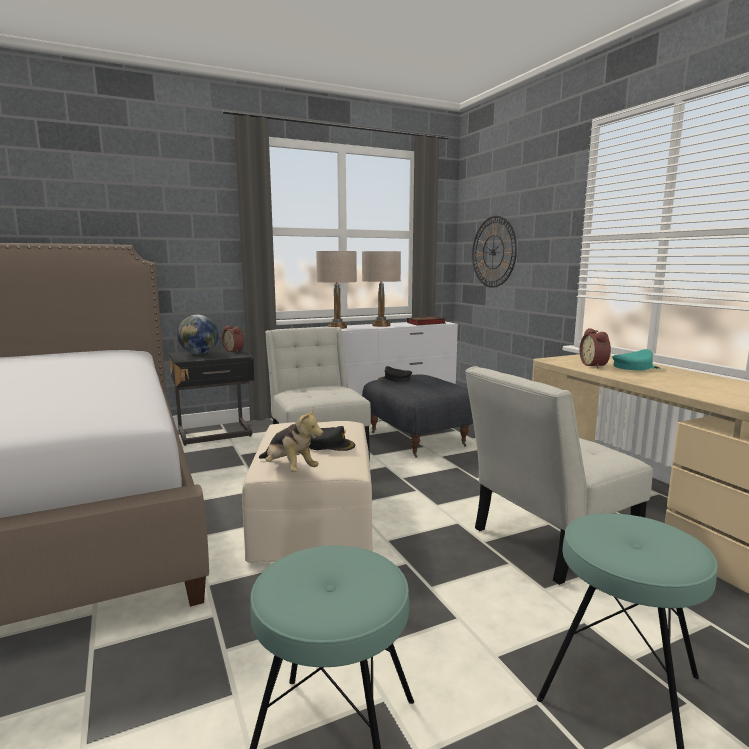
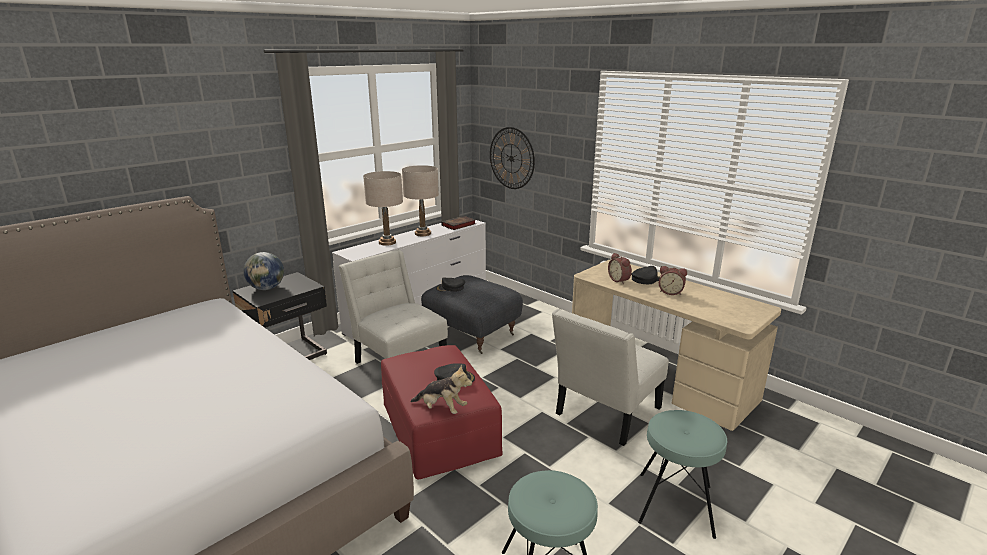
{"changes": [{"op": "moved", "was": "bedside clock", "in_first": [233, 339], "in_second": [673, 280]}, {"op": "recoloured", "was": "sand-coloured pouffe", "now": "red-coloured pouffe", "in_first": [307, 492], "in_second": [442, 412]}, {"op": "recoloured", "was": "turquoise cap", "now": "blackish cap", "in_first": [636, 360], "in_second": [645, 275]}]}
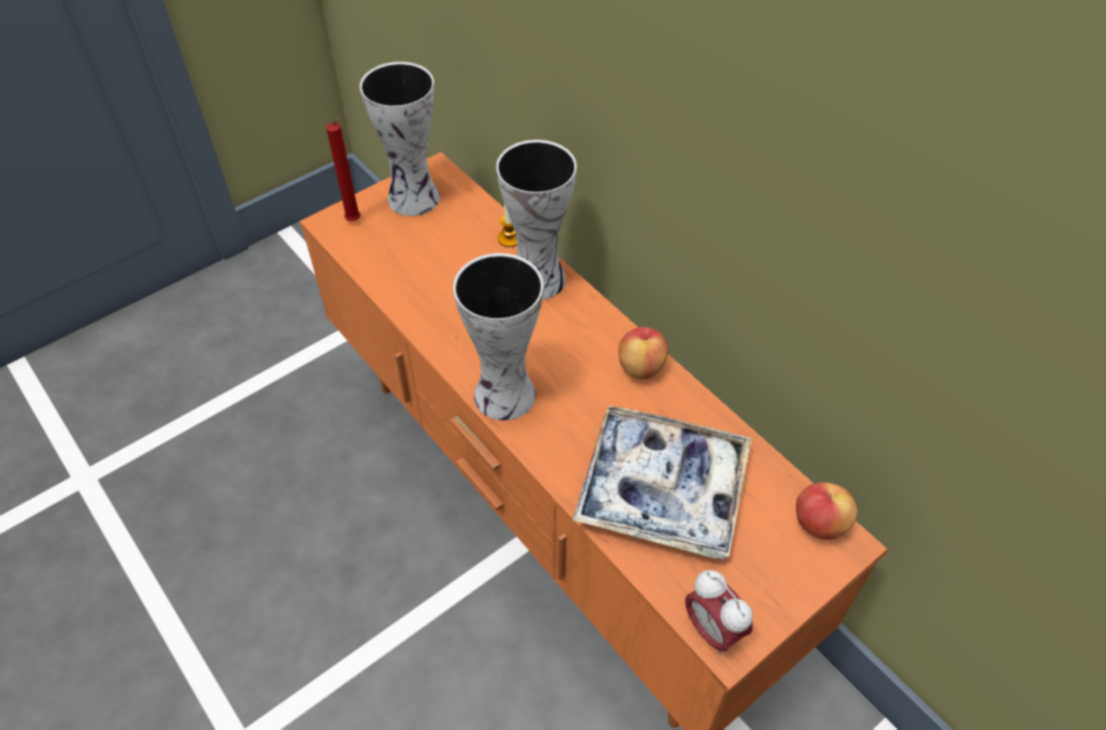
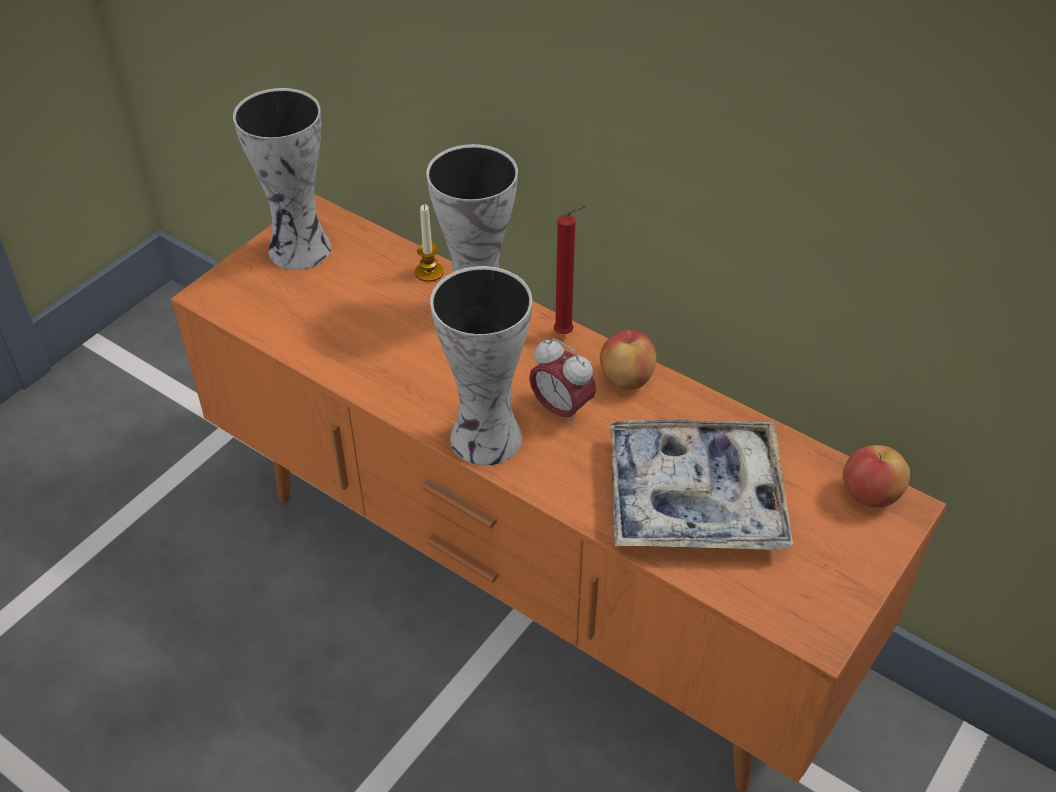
{"changes": [{"op": "moved", "was": "red-coloured wax light", "in_first": [343, 169], "in_second": [570, 270]}, {"op": "moved", "was": "bedside clock", "in_first": [719, 613], "in_second": [562, 382]}]}
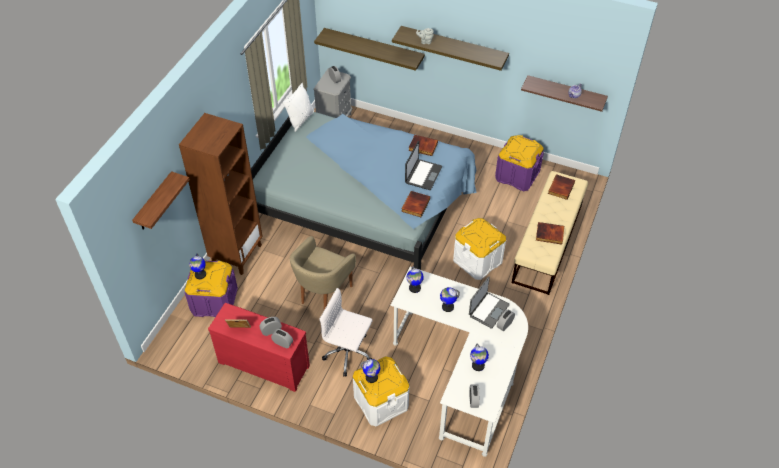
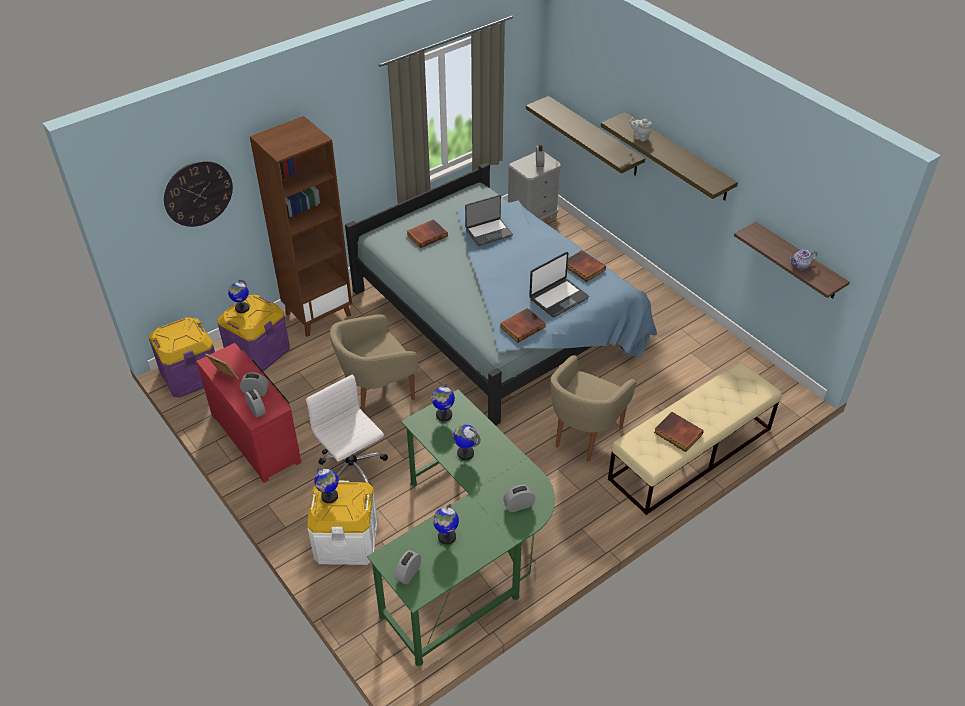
{"changes": [{"op": "removed", "was": "whitish pillow", "in_first": [298, 107]}, {"op": "moved", "was": "portable computer", "in_first": [489, 302], "in_second": [489, 220]}, {"op": "moved", "was": "purplish storage box", "in_first": [519, 163], "in_second": [182, 357]}, {"op": "moved", "was": "book", "in_first": [561, 187], "in_second": [427, 233]}, {"op": "replaced", "was": "bracket shelf", "now": "hanging clock", "in_first": [161, 200], "in_second": [198, 194]}, {"op": "replaced", "was": "whitish storage box", "now": "sand-coloured armchair", "in_first": [479, 249], "in_second": [593, 408]}, {"op": "recoloured", "was": "whitish desk table", "now": "greenish desk table", "in_first": [459, 362], "in_second": [461, 527]}]}
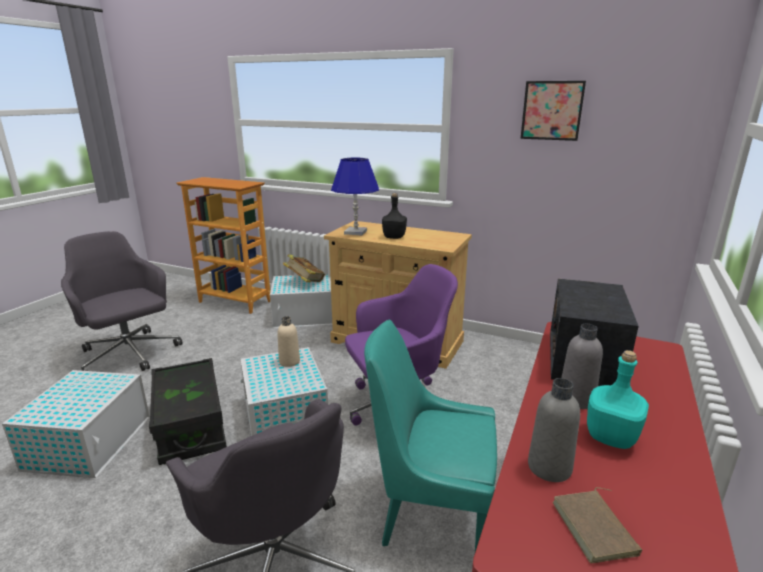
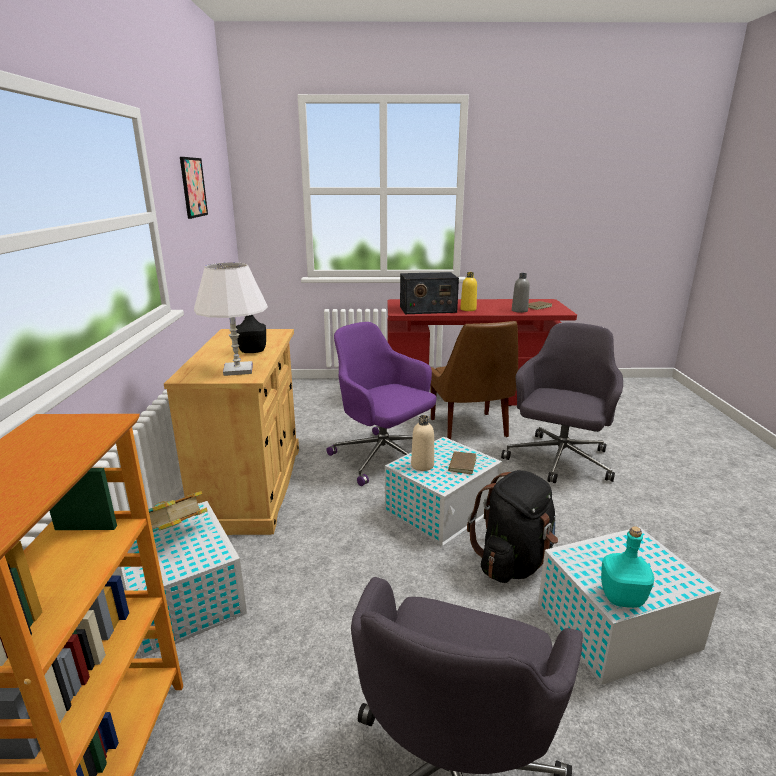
{"changes": [{"op": "added", "now": "brownish book", "in_second": [459, 462]}, {"op": "moved", "was": "turquoise drink bottle", "in_first": [618, 399], "in_second": [627, 567]}, {"op": "replaced", "was": "blackish storage box", "now": "blackish backpack", "in_first": [188, 411], "in_second": [512, 526]}, {"op": "recoloured", "was": "blue-coloured table lamp", "now": "whitish table lamp", "in_first": [355, 196], "in_second": [231, 319]}, {"op": "recoloured", "was": "turquoise chair", "now": "brownish chair", "in_first": [430, 436], "in_second": [474, 380]}, {"op": "recoloured", "was": "grey drink bottle", "now": "yellowish drink bottle", "in_first": [582, 366], "in_second": [468, 291]}]}
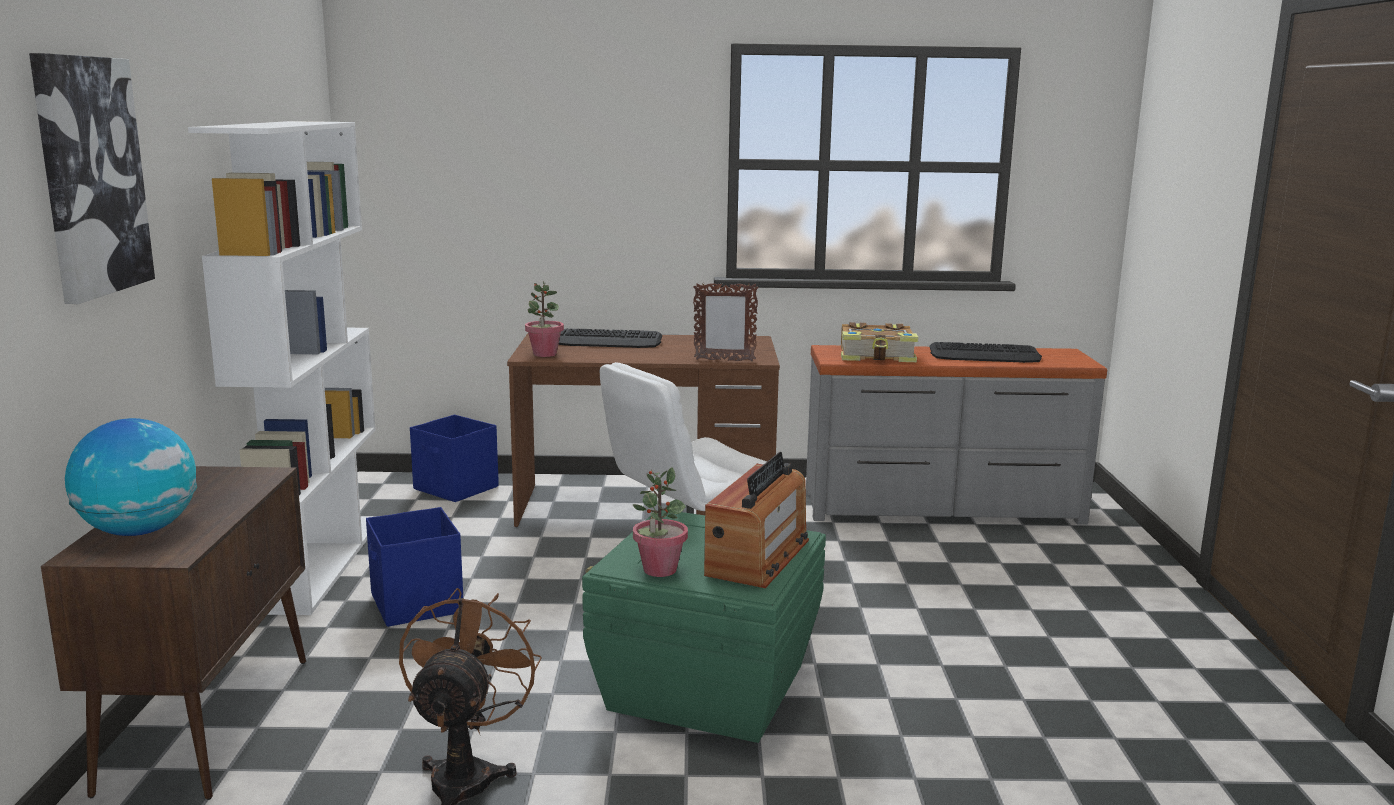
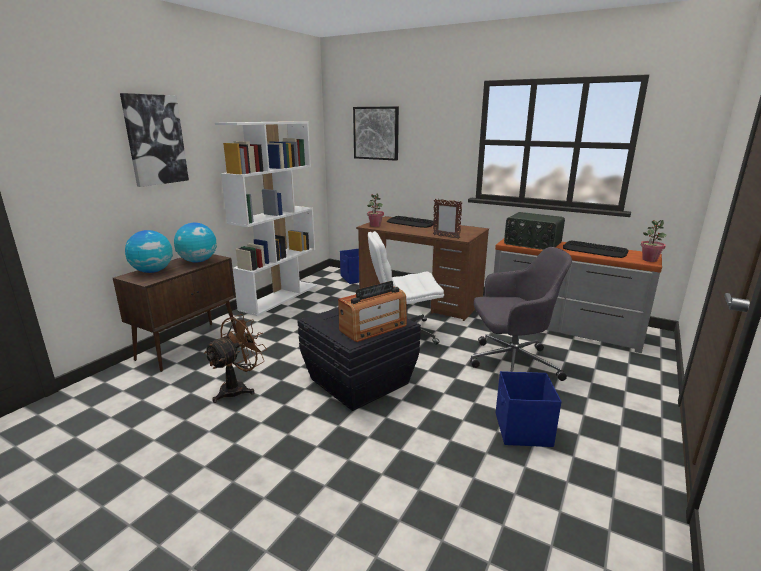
{"changes": [{"op": "added", "now": "desk globe", "in_second": [195, 243]}, {"op": "added", "now": "wall art", "in_second": [376, 133]}, {"op": "added", "now": "grey computer chair", "in_second": [521, 314]}, {"op": "moved", "was": "blue-coloured storage box", "in_first": [414, 567], "in_second": [529, 409]}, {"op": "moved", "was": "houseplant", "in_first": [660, 522], "in_second": [654, 241]}, {"op": "replaced", "was": "book", "now": "radio set", "in_first": [879, 342], "in_second": [534, 231]}, {"op": "recoloured", "was": "greenish storage box", "now": "blackish storage box", "in_first": [704, 626], "in_second": [359, 359]}]}
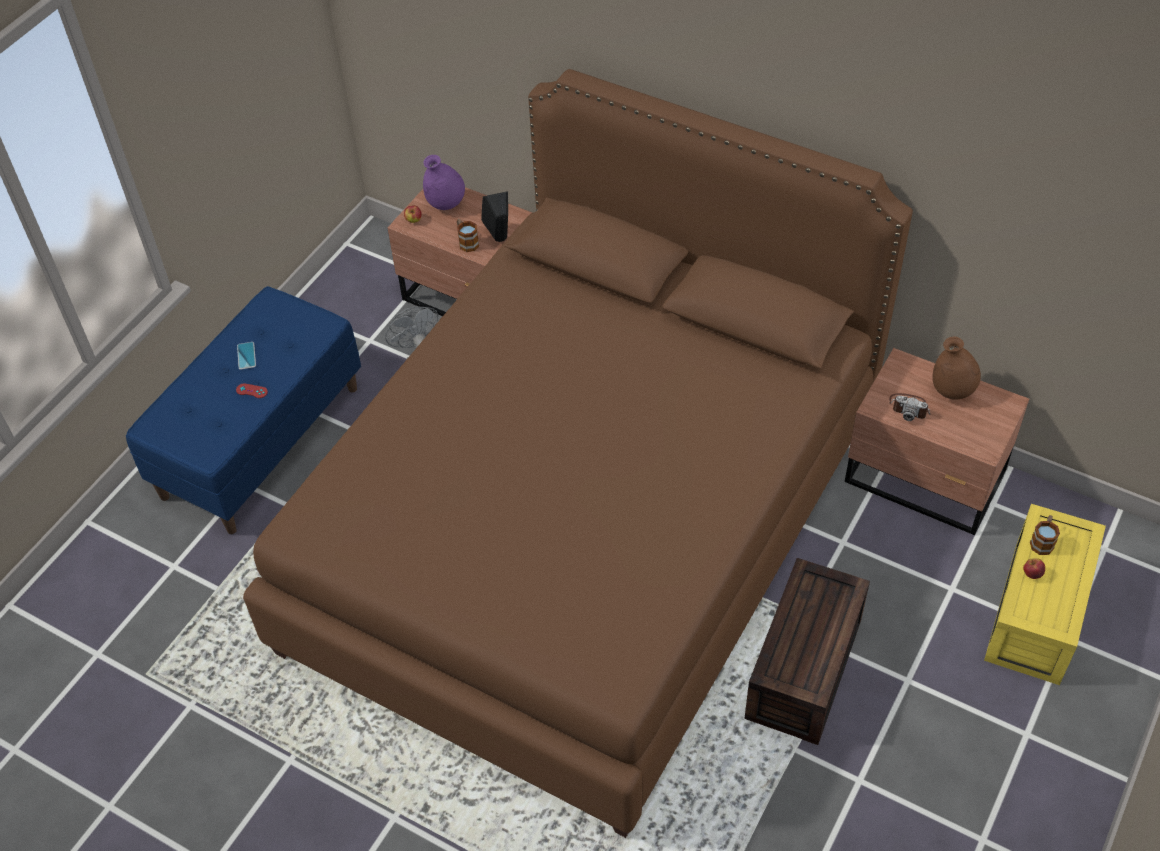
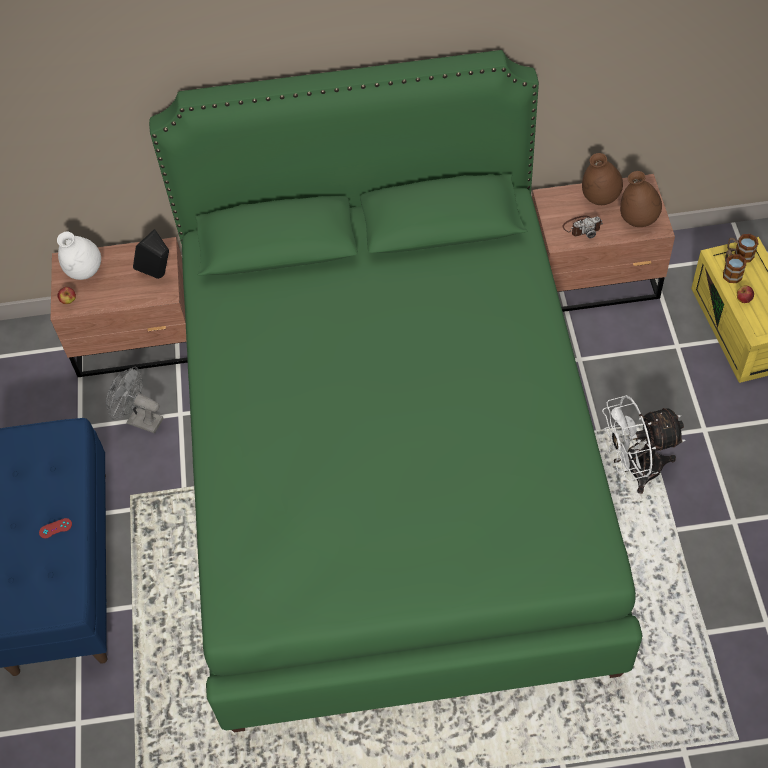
{"changes": [{"op": "removed", "was": "handset", "in_first": [246, 356]}, {"op": "added", "now": "brownish decorative vase", "in_second": [641, 199]}, {"op": "moved", "was": "mug", "in_first": [468, 235], "in_second": [743, 248]}, {"op": "replaced", "was": "brownish storage box", "now": "whitish electric fan", "in_first": [807, 651], "in_second": [643, 444]}, {"op": "recoloured", "was": "brownish bed", "now": "greenish bed", "in_first": [578, 453], "in_second": [396, 391]}, {"op": "recoloured", "was": "purplish decorative vase", "now": "whitish decorative vase", "in_first": [444, 182], "in_second": [79, 255]}]}
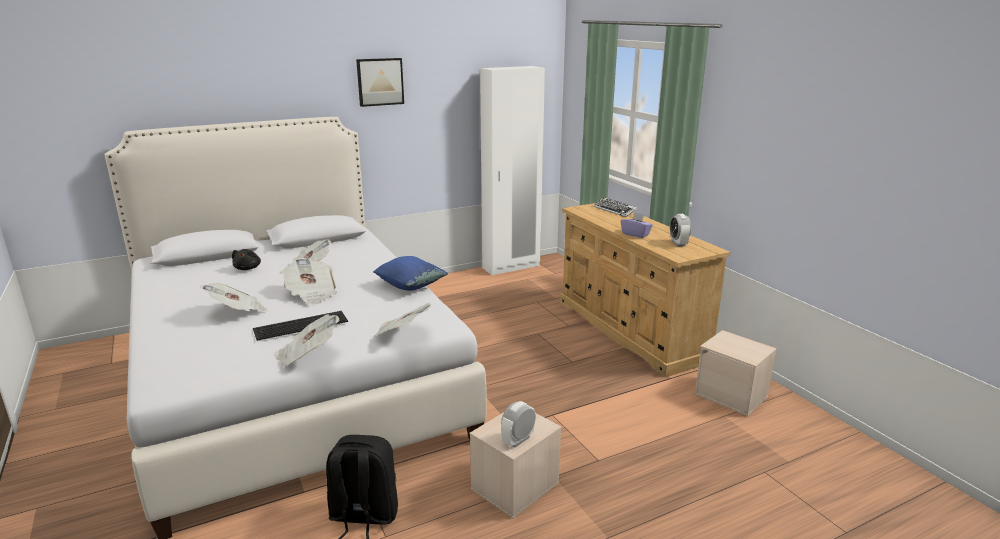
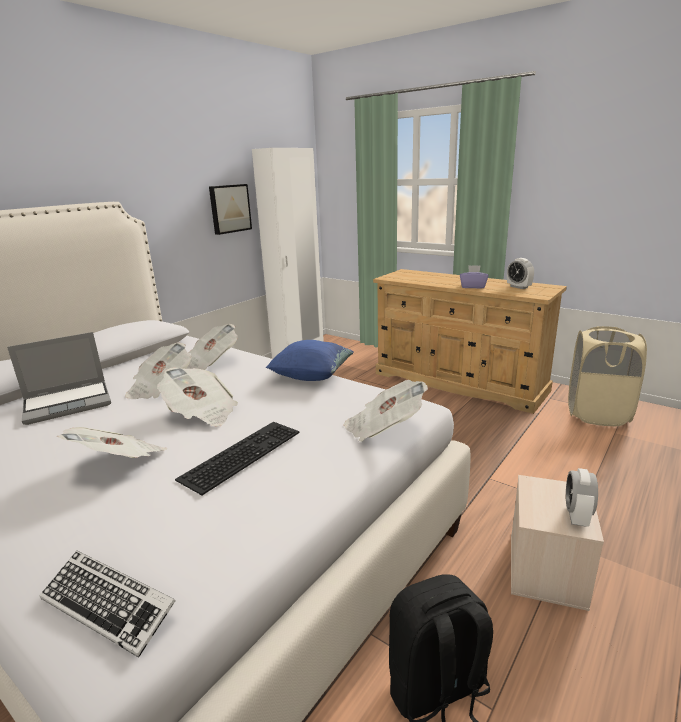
{"changes": [{"op": "moved", "was": "daily paper", "in_first": [306, 340], "in_second": [212, 347]}, {"op": "moved", "was": "wall art", "in_first": [380, 82], "in_second": [230, 209]}, {"op": "moved", "was": "PC keyboard", "in_first": [615, 207], "in_second": [107, 604]}, {"op": "replaced", "was": "blackish plush toy", "now": "portable computer", "in_first": [246, 259], "in_second": [59, 378]}, {"op": "replaced", "was": "sand-coloured storage box", "now": "sand-coloured laundry basket", "in_first": [735, 373], "in_second": [607, 376]}]}
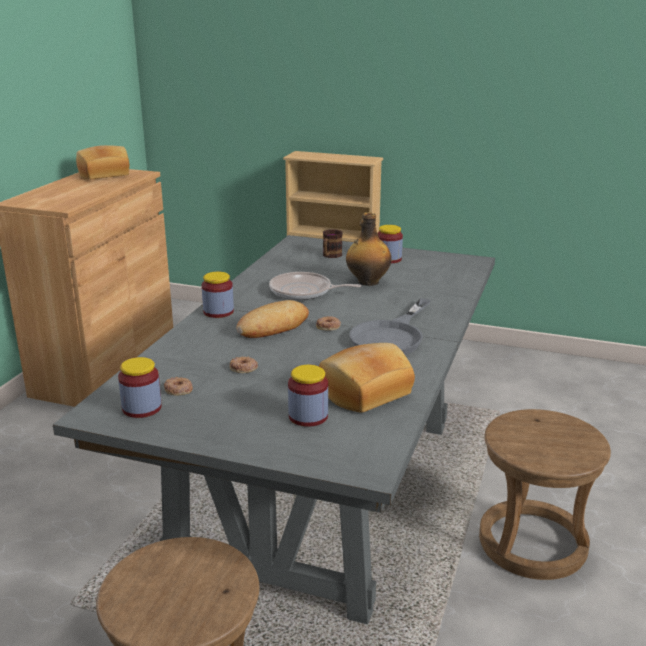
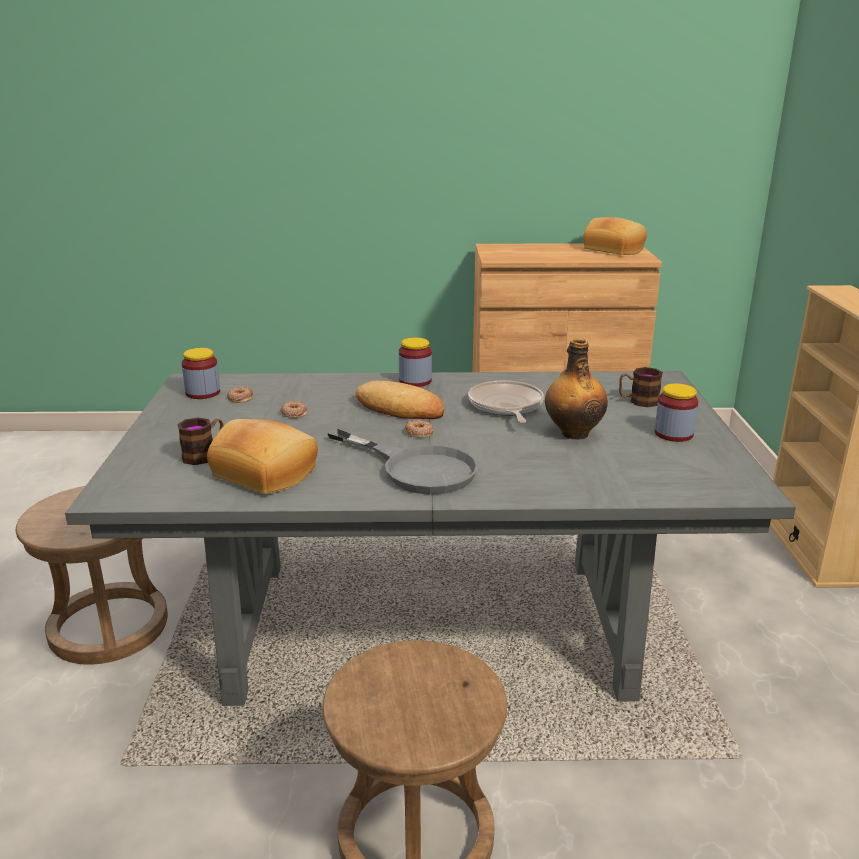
{"changes": [{"op": "replaced", "was": "preserve jar", "now": "mug", "in_first": [308, 396], "in_second": [200, 441]}, {"op": "turned", "was": "grey pan", "in_first": [390, 326], "in_second": [403, 462], "clockwise": -150}]}
